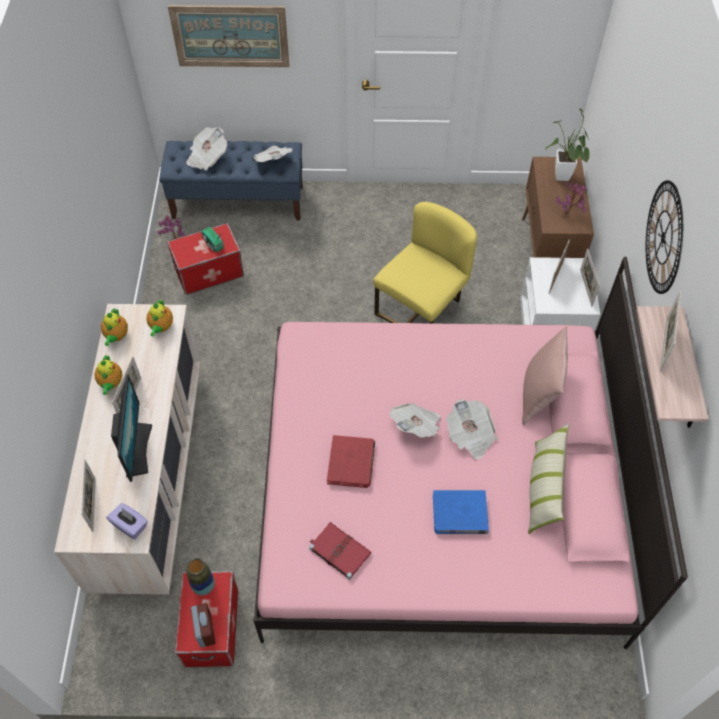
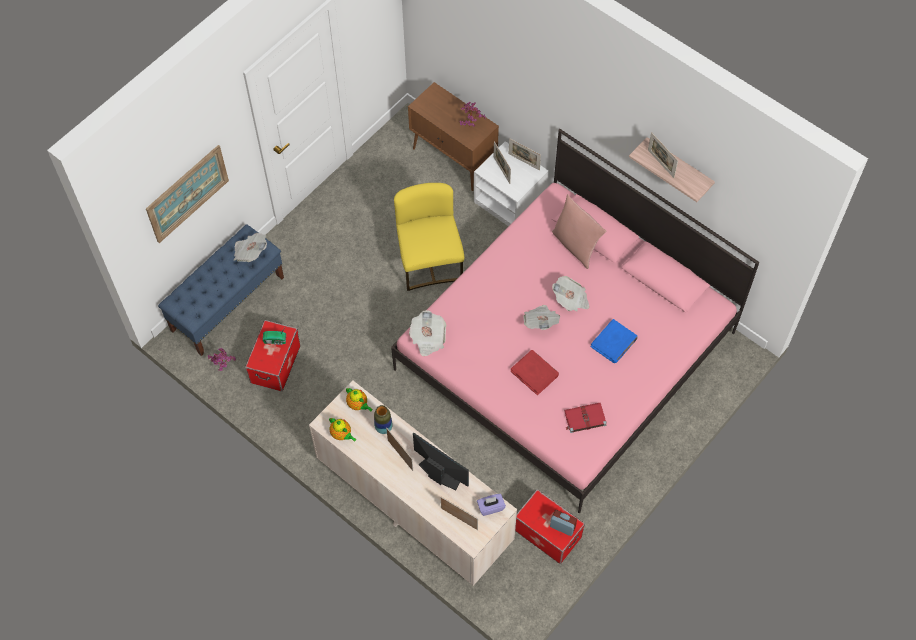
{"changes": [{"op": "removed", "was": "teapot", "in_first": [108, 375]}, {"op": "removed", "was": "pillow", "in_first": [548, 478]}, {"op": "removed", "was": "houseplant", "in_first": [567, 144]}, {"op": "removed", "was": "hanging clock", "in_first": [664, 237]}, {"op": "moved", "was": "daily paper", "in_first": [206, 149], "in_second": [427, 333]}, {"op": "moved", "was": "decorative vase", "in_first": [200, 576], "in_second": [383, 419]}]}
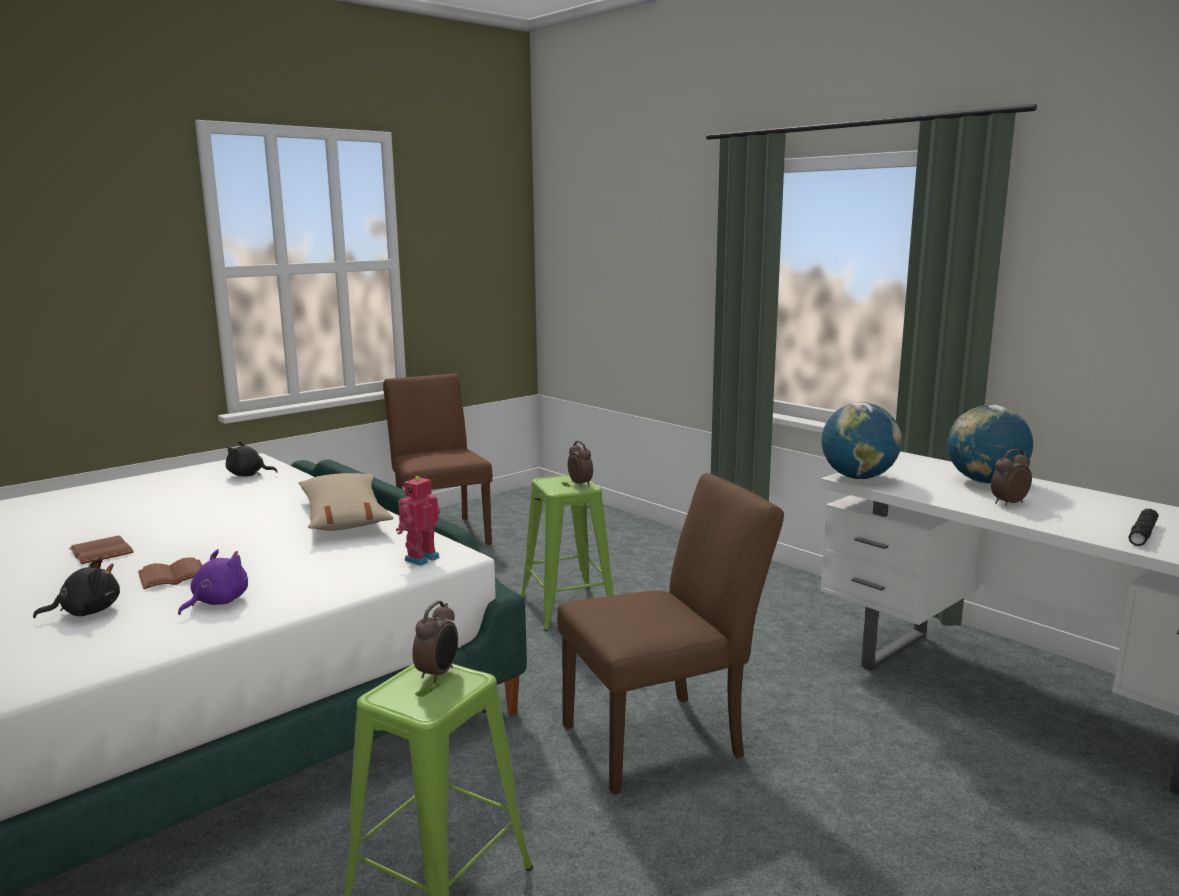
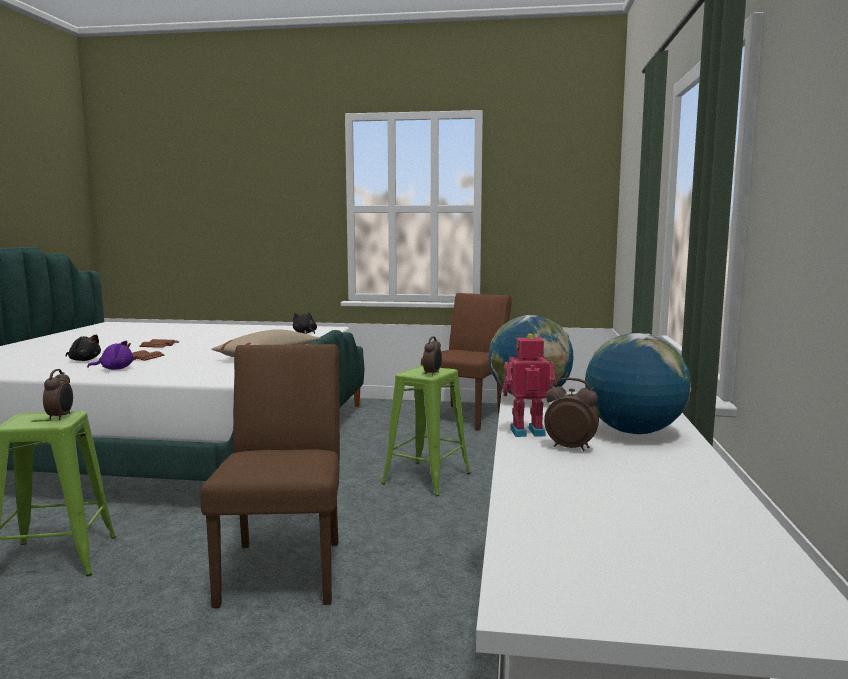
{"changes": [{"op": "removed", "was": "blackish hand torch", "in_first": [1144, 527]}, {"op": "moved", "was": "toy robot", "in_first": [418, 520], "in_second": [529, 385]}, {"op": "turned", "was": "bedside clock", "in_first": [435, 642], "in_second": [58, 394], "clockwise": -75}, {"op": "turned", "was": "brownish chair", "in_first": [670, 634], "in_second": [270, 476], "clockwise": -120}]}
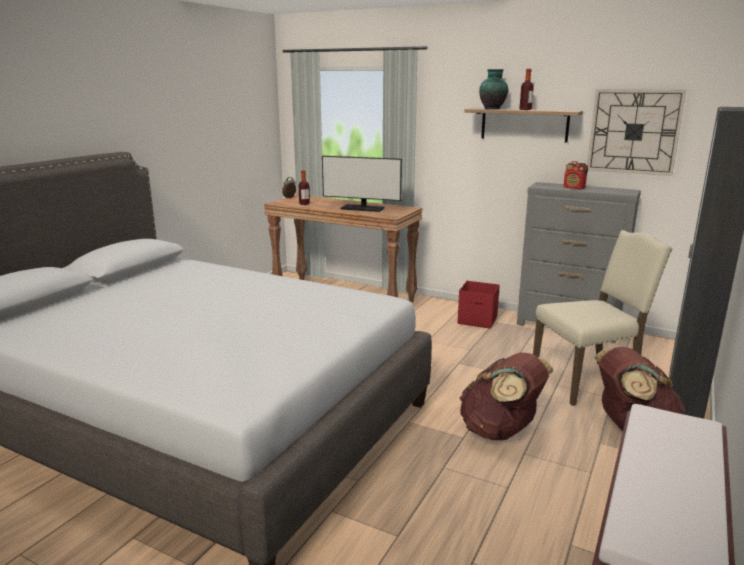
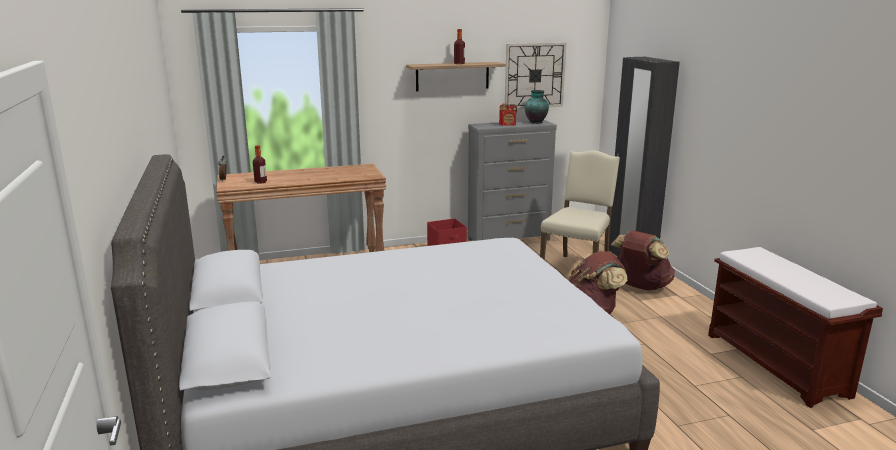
{"changes": [{"op": "removed", "was": "computer screen", "in_first": [362, 184]}, {"op": "moved", "was": "decorative vase", "in_first": [493, 89], "in_second": [537, 107]}]}
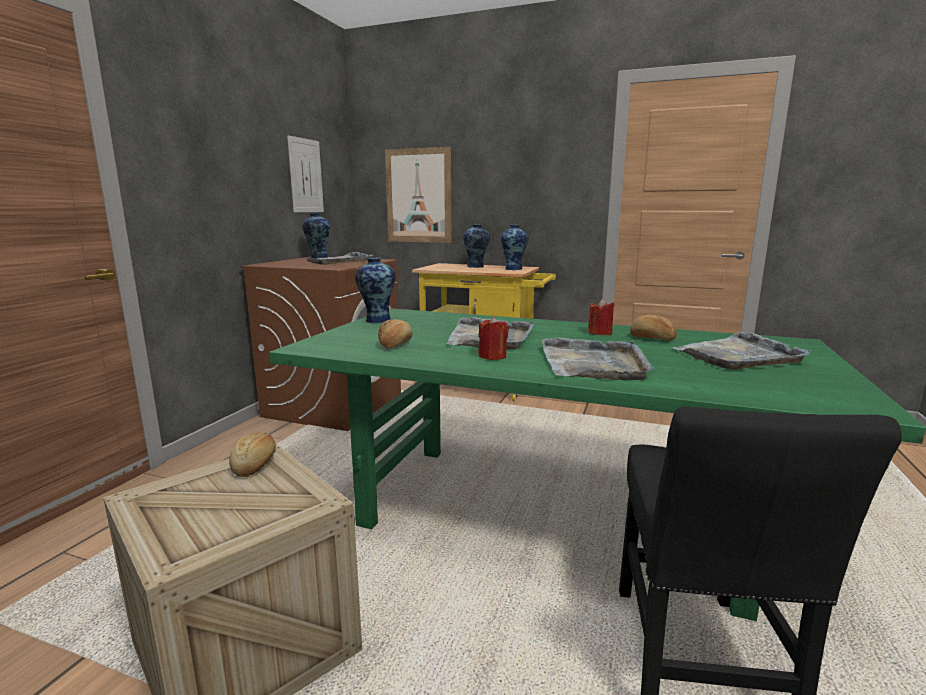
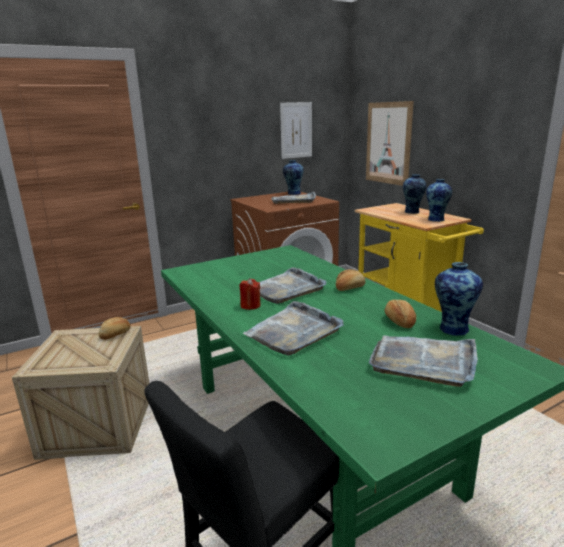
{"changes": [{"op": "removed", "was": "red-coloured wax light", "in_first": [601, 317]}, {"op": "moved", "was": "decorative vase", "in_first": [375, 290], "in_second": [459, 299]}, {"op": "moved", "was": "baked bread", "in_first": [395, 333], "in_second": [350, 280]}]}
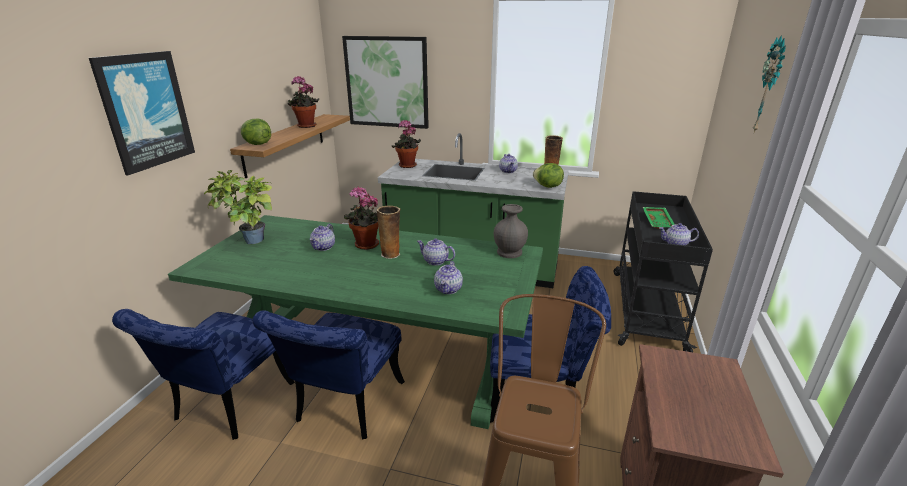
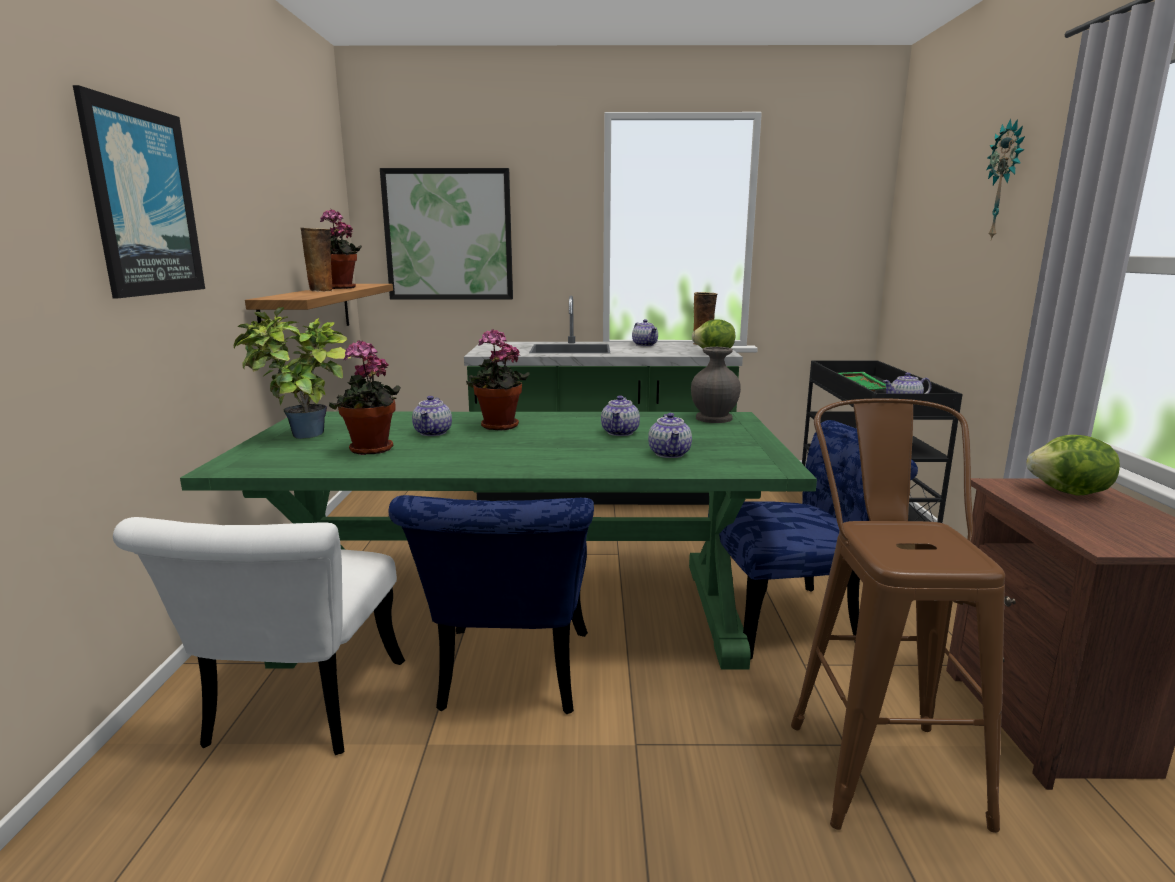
{"changes": [{"op": "moved", "was": "lettuce", "in_first": [256, 132], "in_second": [1073, 465]}, {"op": "moved", "was": "decorative vase", "in_first": [388, 232], "in_second": [316, 260]}, {"op": "moved", "was": "houseplant", "in_first": [406, 144], "in_second": [365, 397]}, {"op": "recoloured", "was": "blue-coloured chair", "now": "whitish chair", "in_first": [203, 374], "in_second": [259, 636]}, {"op": "turned", "was": "teapot", "in_first": [436, 252], "in_second": [620, 415], "clockwise": -90}]}
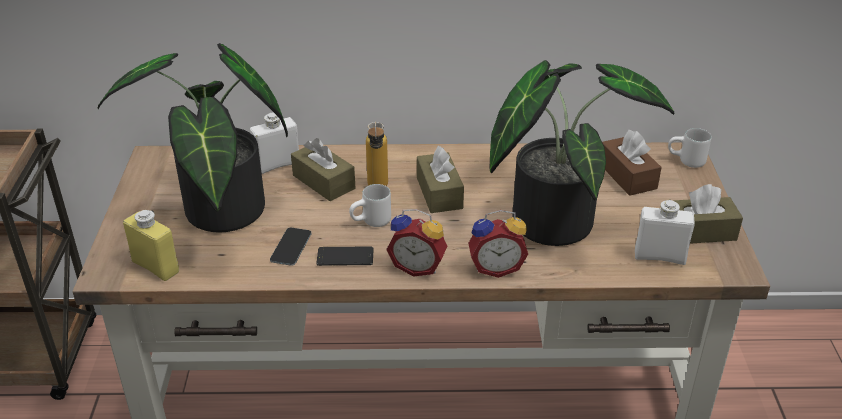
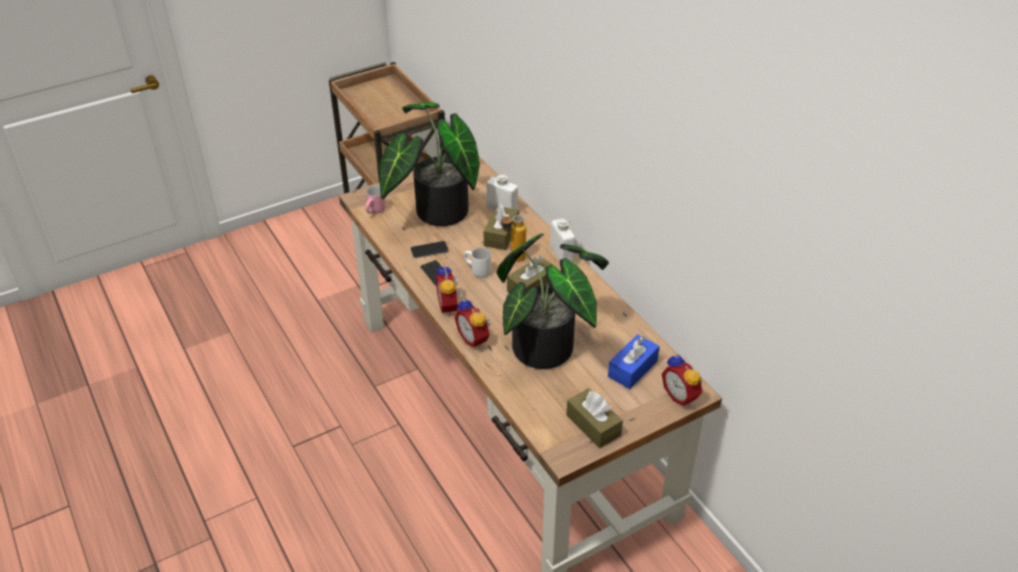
{"changes": [{"op": "moved", "was": "whitish drink bottle", "in_first": [665, 232], "in_second": [562, 241]}, {"op": "replaced", "was": "yellowish drink bottle", "now": "pink-coloured mug", "in_first": [151, 245], "in_second": [375, 199]}, {"op": "replaced", "was": "whitish mug", "now": "bedside clock", "in_first": [690, 148], "in_second": [682, 380]}, {"op": "recoloured", "was": "brownish tissue holder", "now": "blue-coloured tissue holder", "in_first": [632, 163], "in_second": [634, 361]}]}
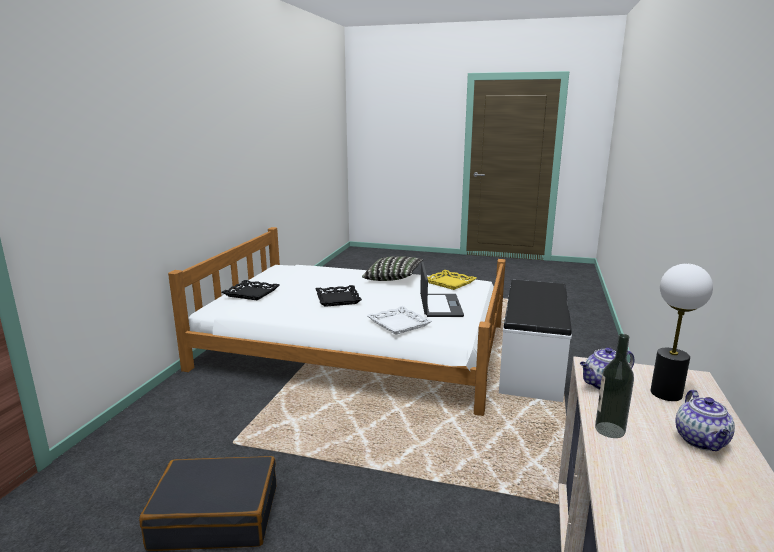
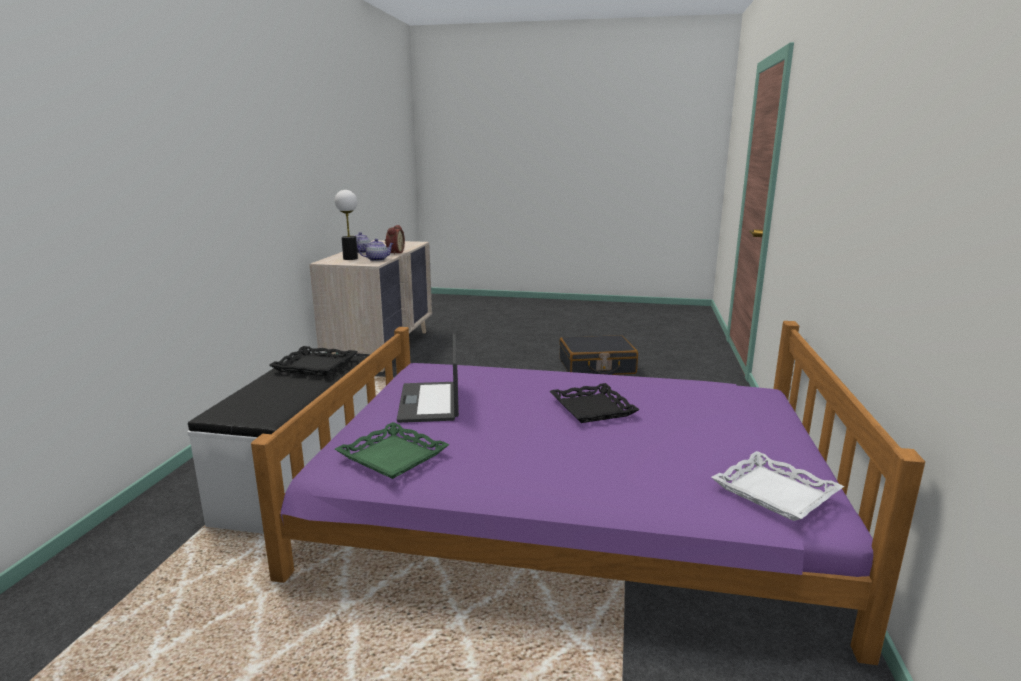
{"changes": [{"op": "removed", "was": "pillow", "in_first": [392, 268]}, {"op": "moved", "was": "blackish carrying tray", "in_first": [251, 290], "in_second": [313, 361]}, {"op": "moved", "was": "whitish carrying tray", "in_first": [399, 320], "in_second": [777, 486]}, {"op": "replaced", "was": "drink bottle", "now": "bedside clock", "in_first": [614, 386], "in_second": [395, 240]}, {"op": "recoloured", "was": "whitish bed", "now": "purplish bed", "in_first": [337, 321], "in_second": [588, 493]}, {"op": "recoloured", "was": "yellowish carrying tray", "now": "greenish carrying tray", "in_first": [452, 280], "in_second": [392, 450]}]}
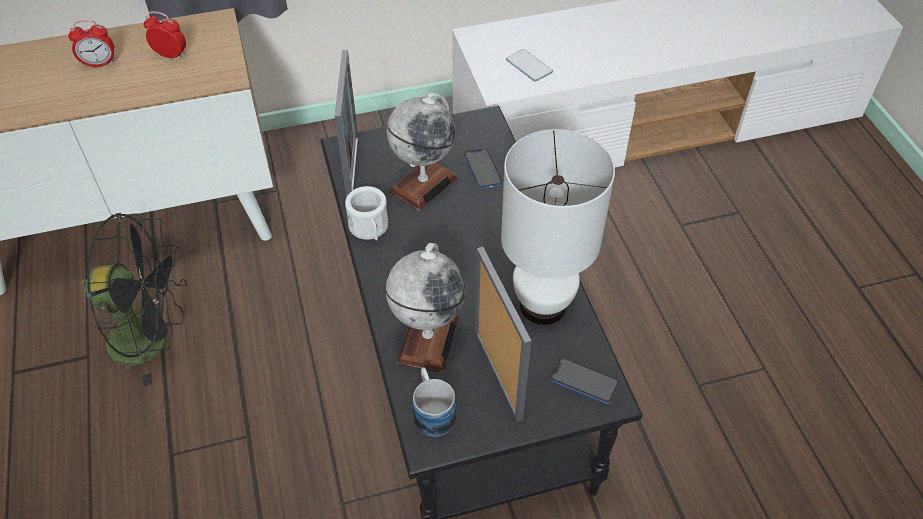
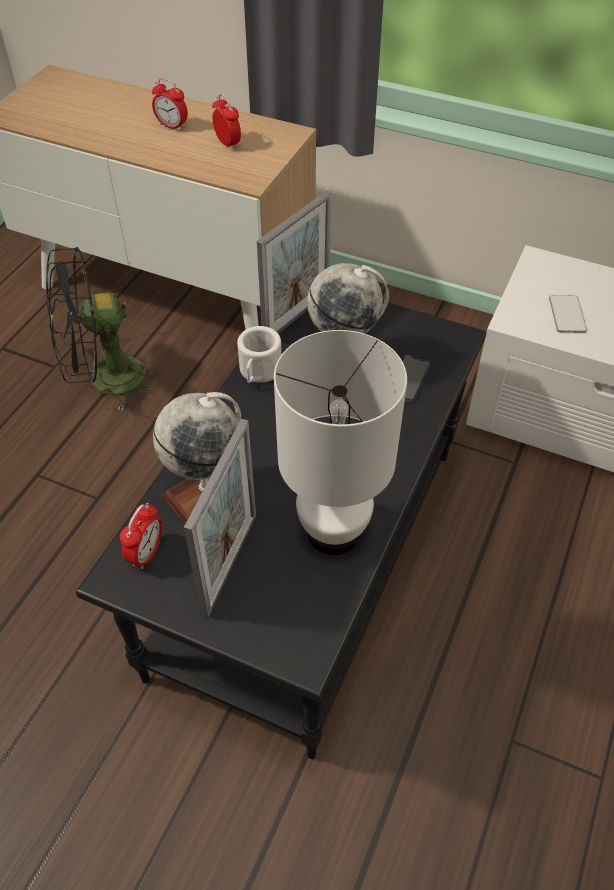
{"changes": [{"op": "removed", "was": "handset", "in_first": [584, 380]}, {"op": "replaced", "was": "mug", "now": "bedside clock", "in_first": [434, 402], "in_second": [141, 536]}, {"op": "turned", "was": "blackish electric fan", "in_first": [134, 299], "in_second": [105, 329], "clockwise": 120}]}
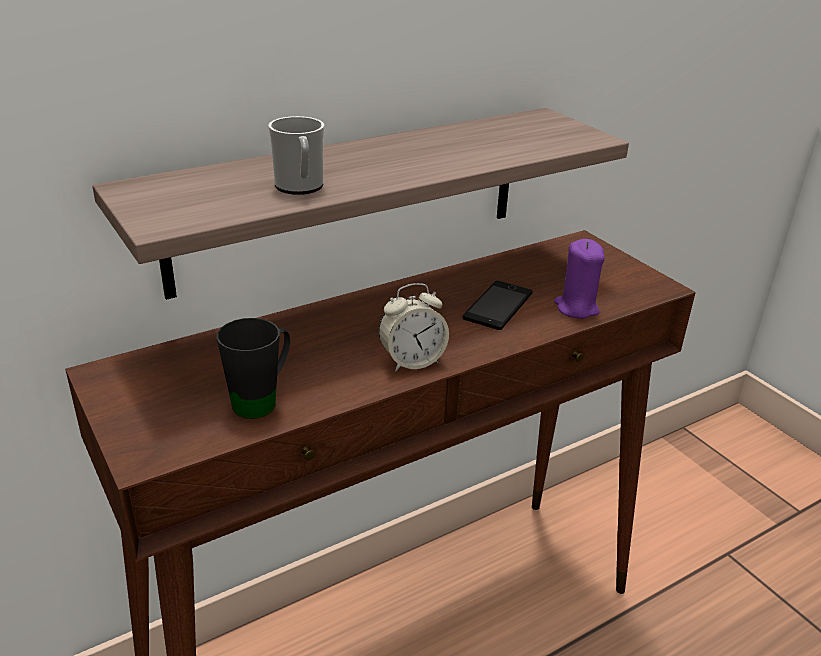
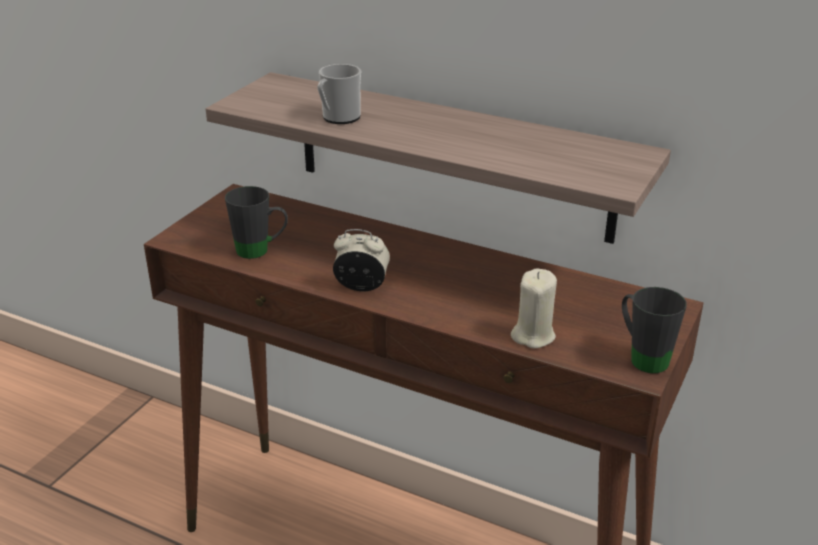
{"changes": [{"op": "removed", "was": "handset", "in_first": [498, 305]}, {"op": "added", "now": "blackish mug", "in_second": [654, 330]}, {"op": "recoloured", "was": "purplish wax light", "now": "sand-coloured wax light", "in_first": [579, 279], "in_second": [534, 308]}, {"op": "turned", "was": "bedside clock", "in_first": [414, 327], "in_second": [361, 260], "clockwise": 150}]}
